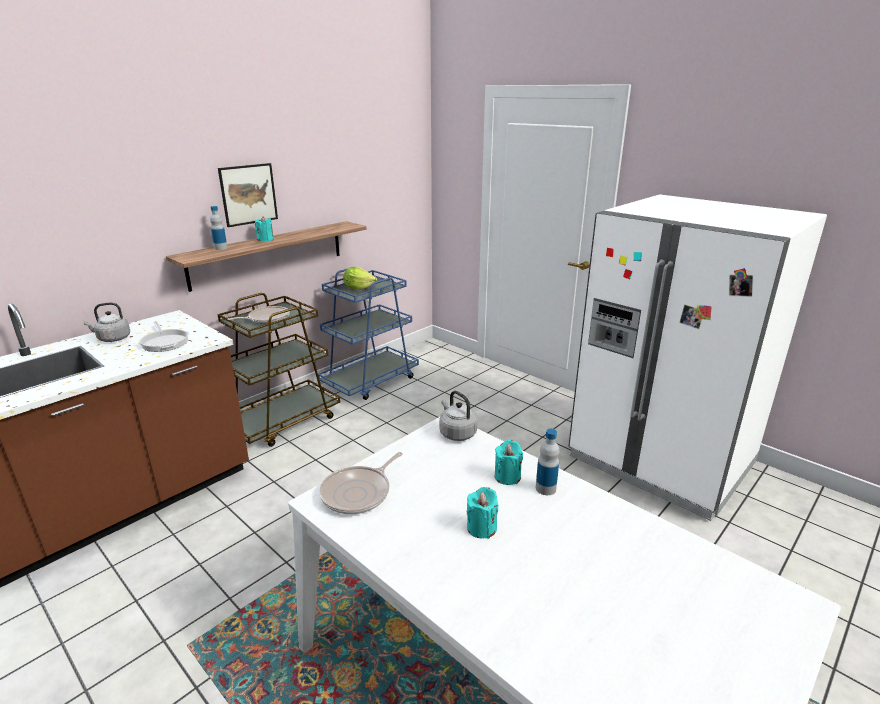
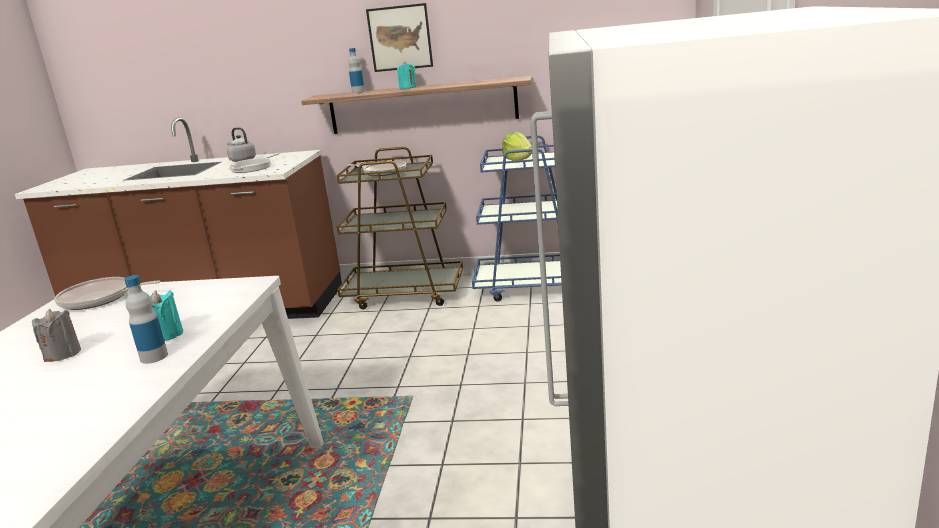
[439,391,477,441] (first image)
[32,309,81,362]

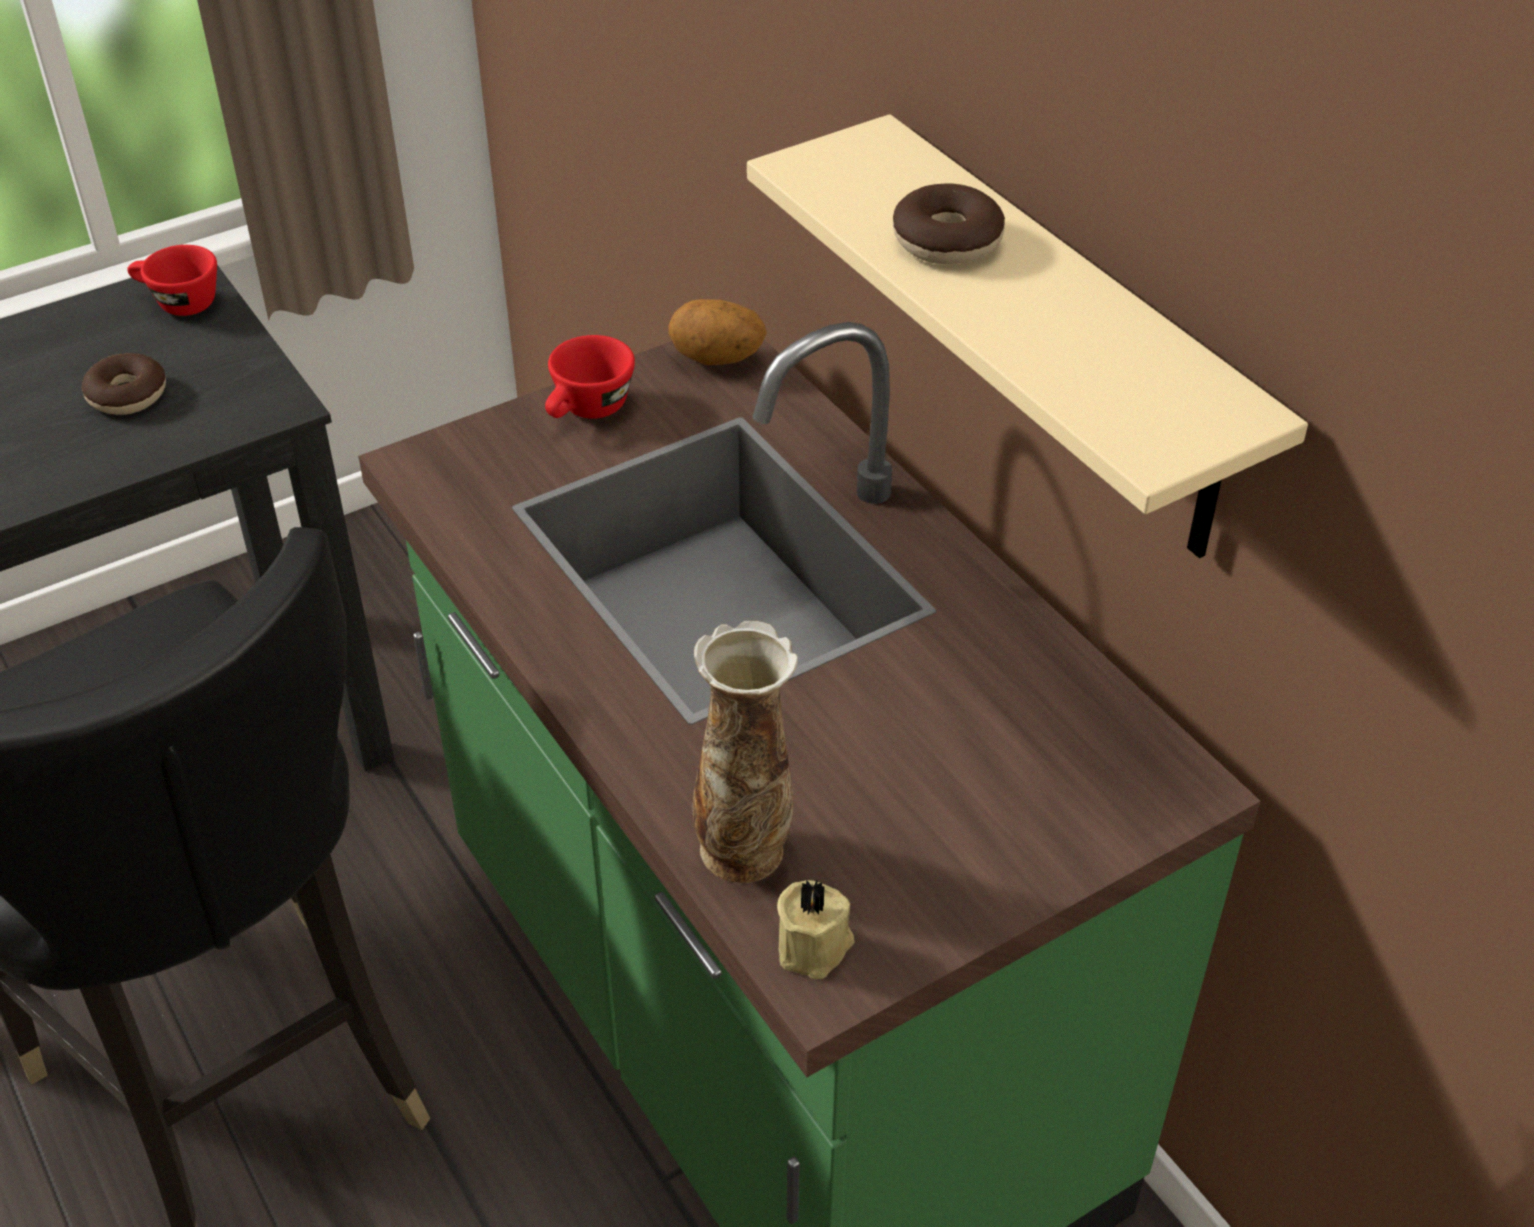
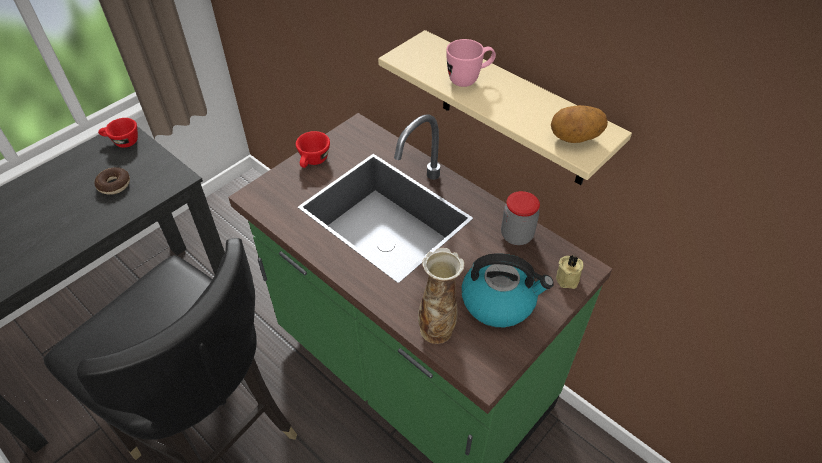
[446,39,496,87]
[551,105,608,143]
[556,255,584,289]
[501,191,540,245]
[462,253,554,327]

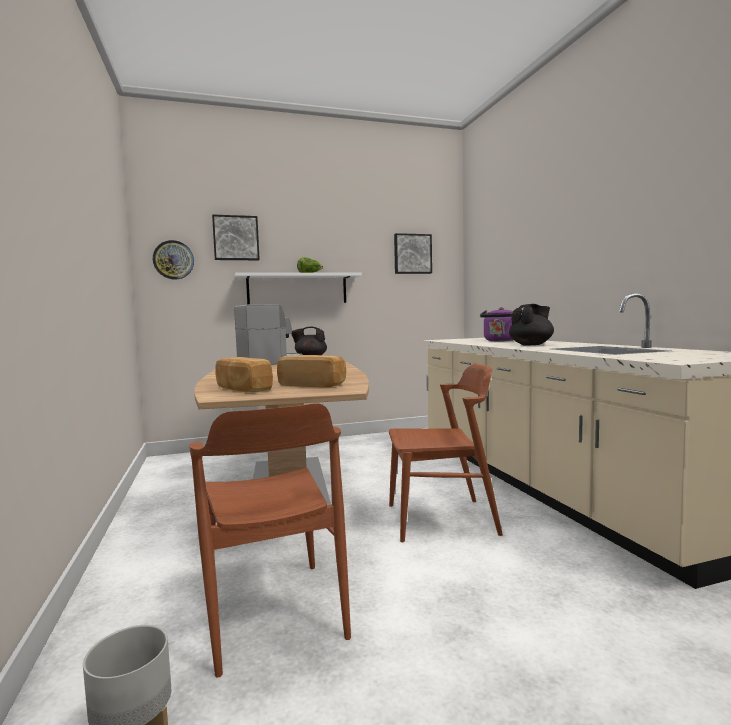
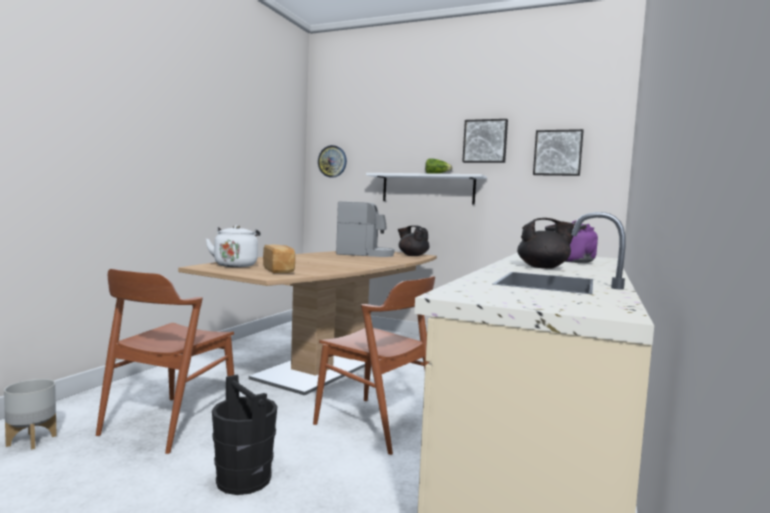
[462,119,508,163]
[206,225,261,267]
[212,374,278,495]

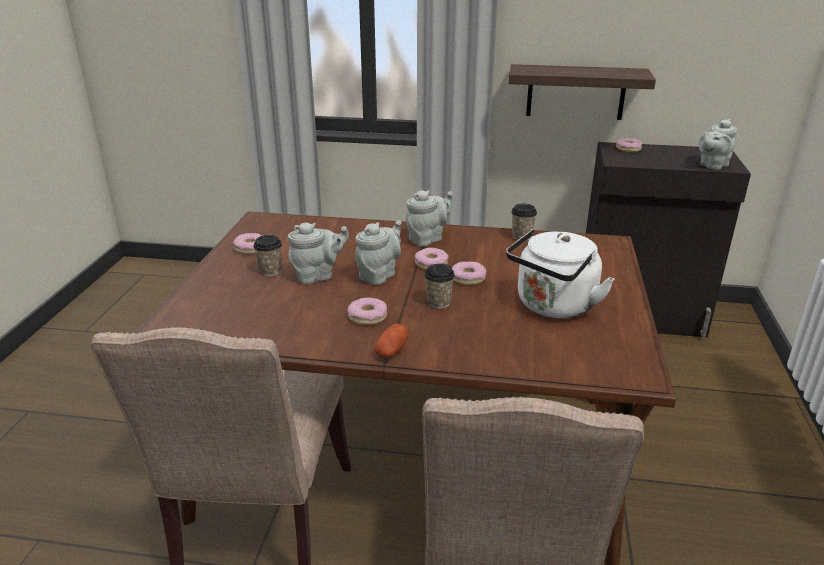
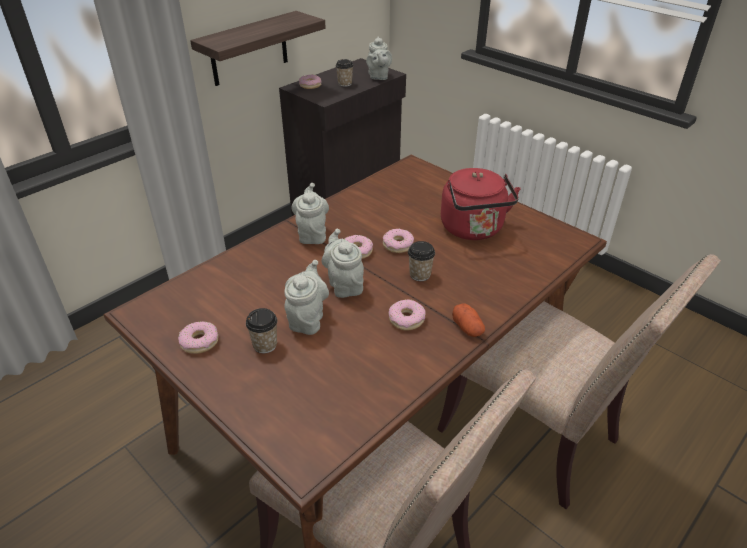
[336,59,354,87]
[441,168,521,240]

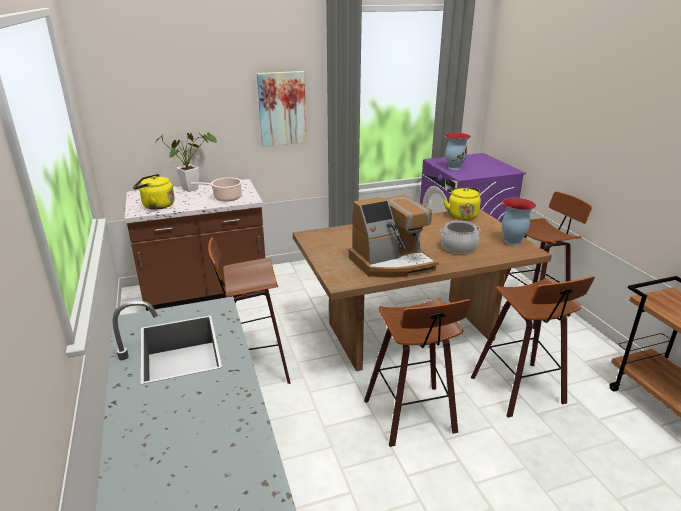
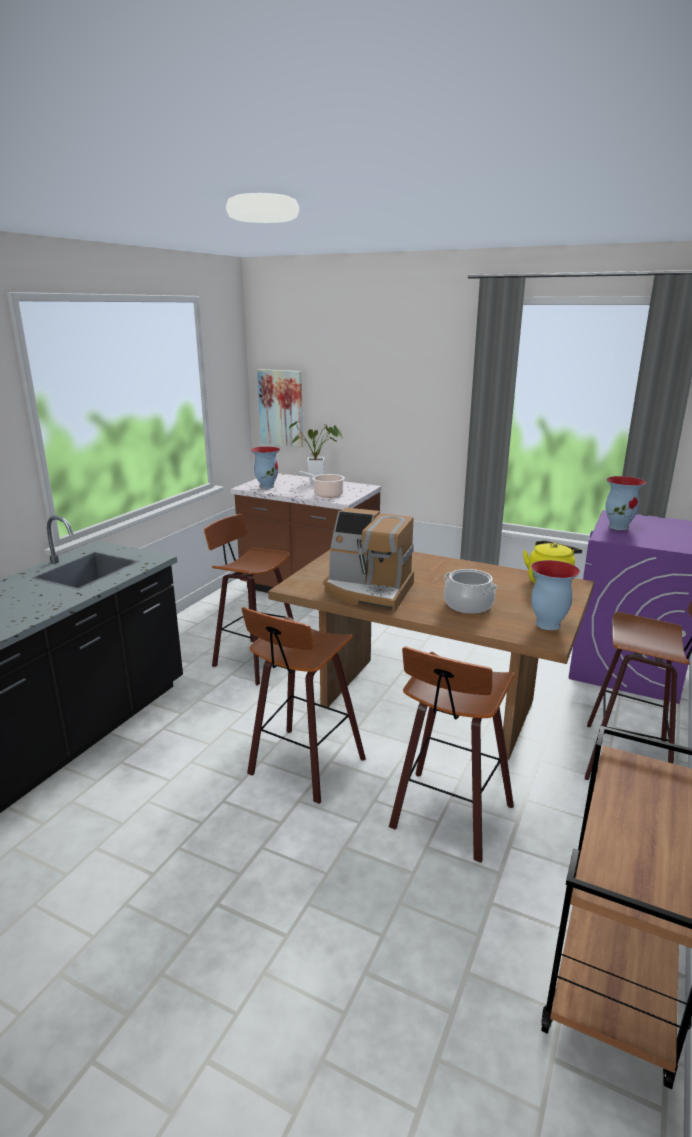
[257,369,303,448]
[251,447,280,489]

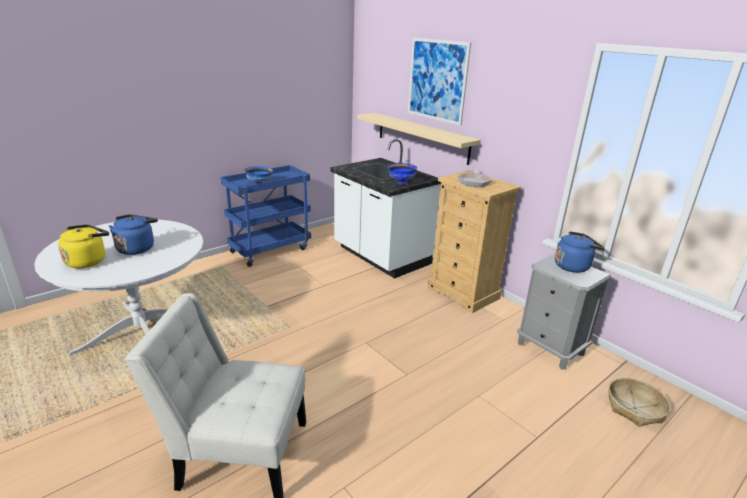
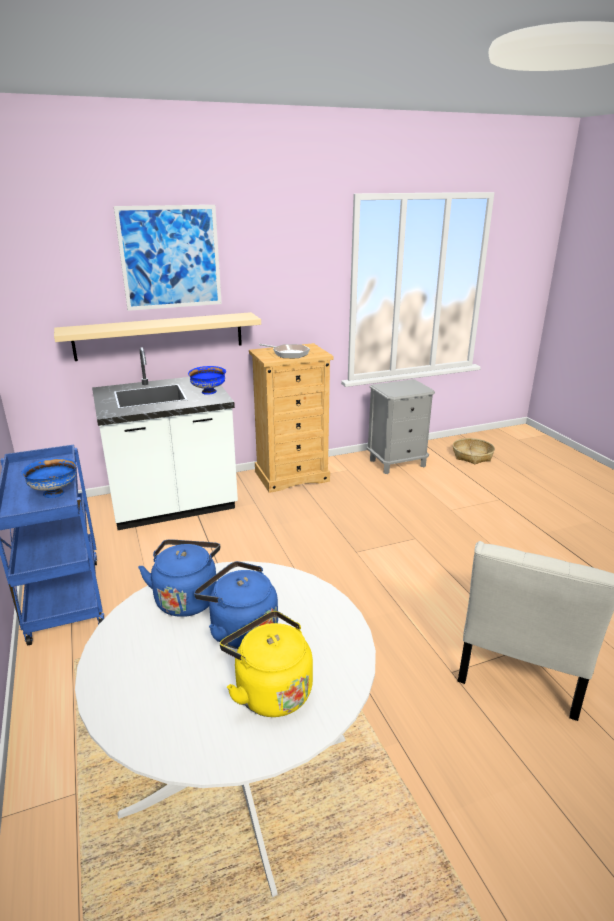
[138,539,220,617]

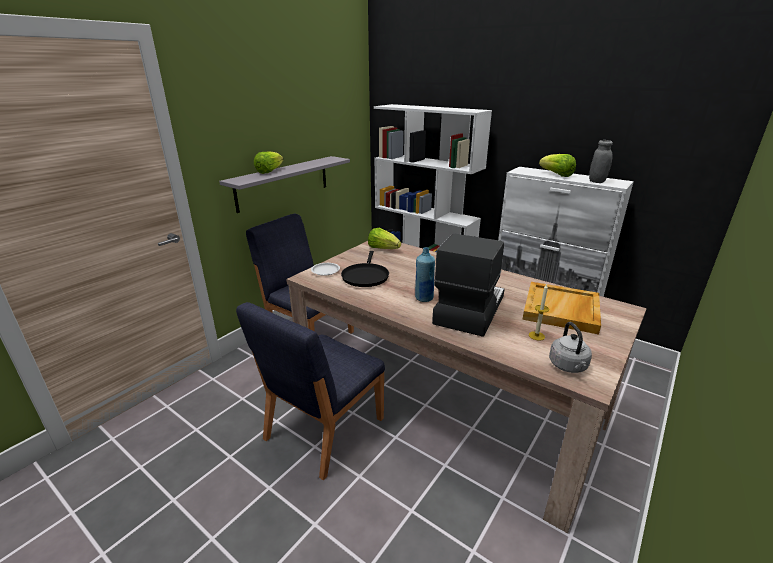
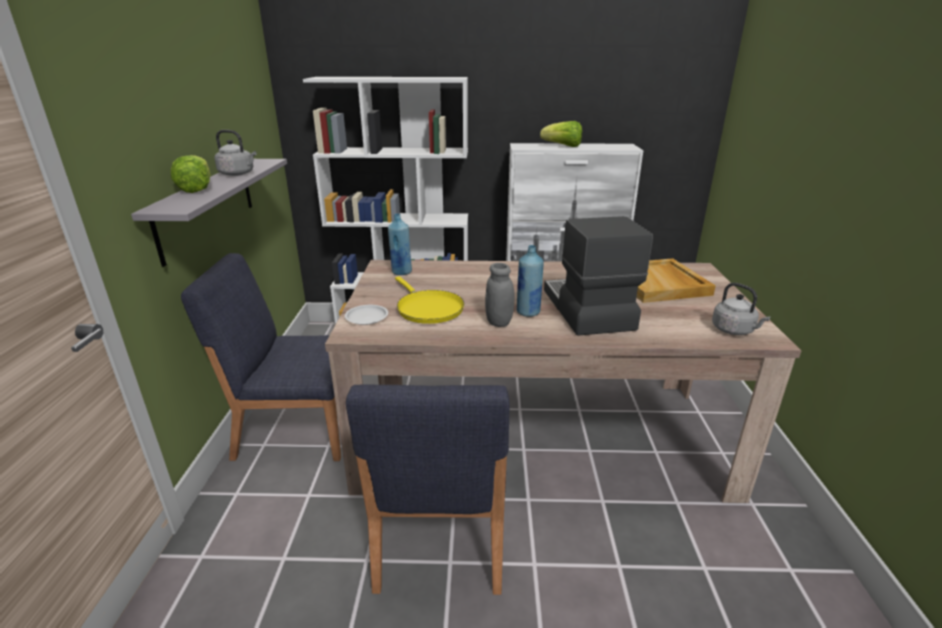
[485,263,515,327]
[388,214,412,275]
[395,276,464,324]
[529,284,549,341] (first image)
[214,130,256,176]

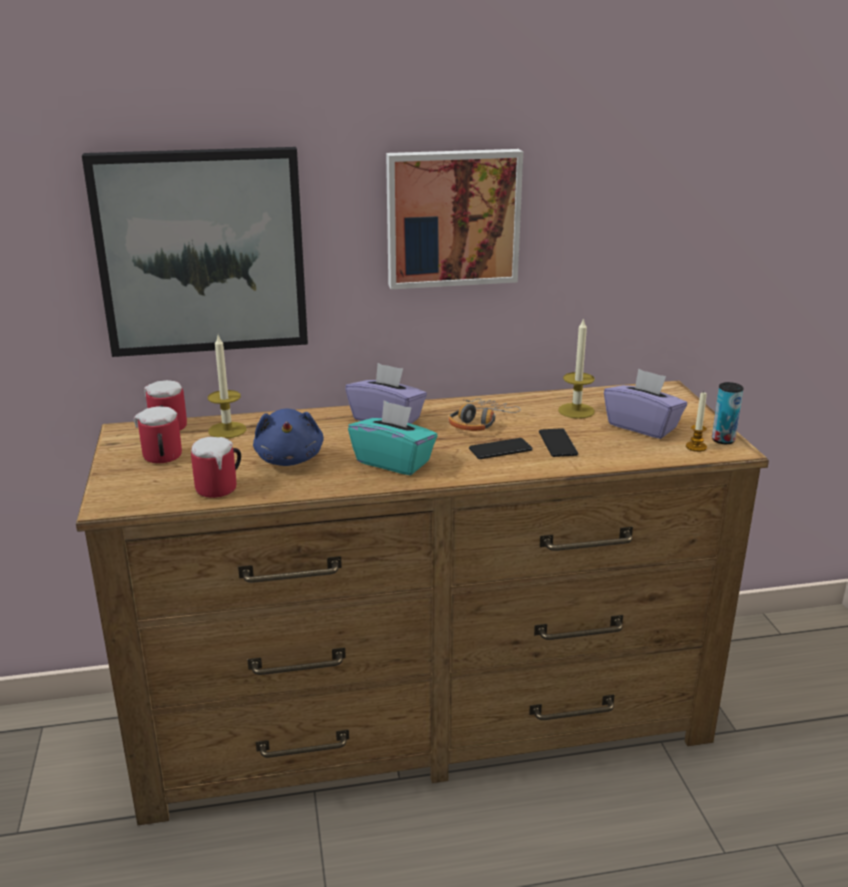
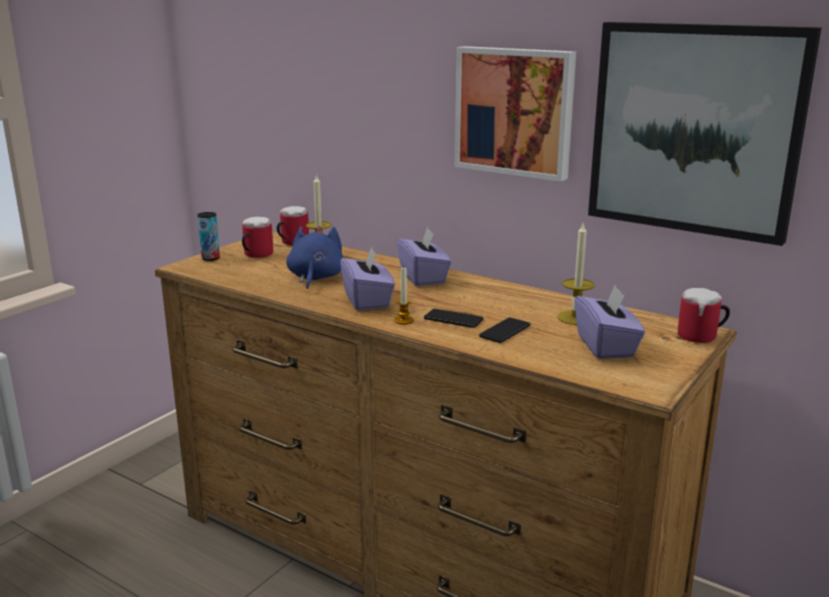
[588,22,822,246]
[197,212,220,261]
[394,267,414,325]
[448,398,521,431] (first image)
[340,246,395,311]
[286,226,343,289]
[678,288,730,343]

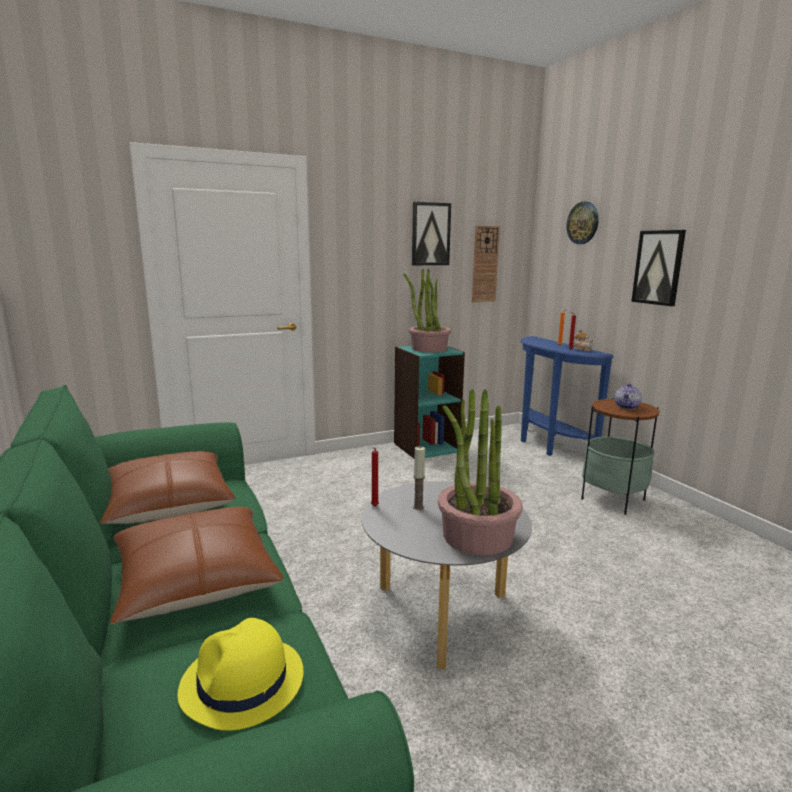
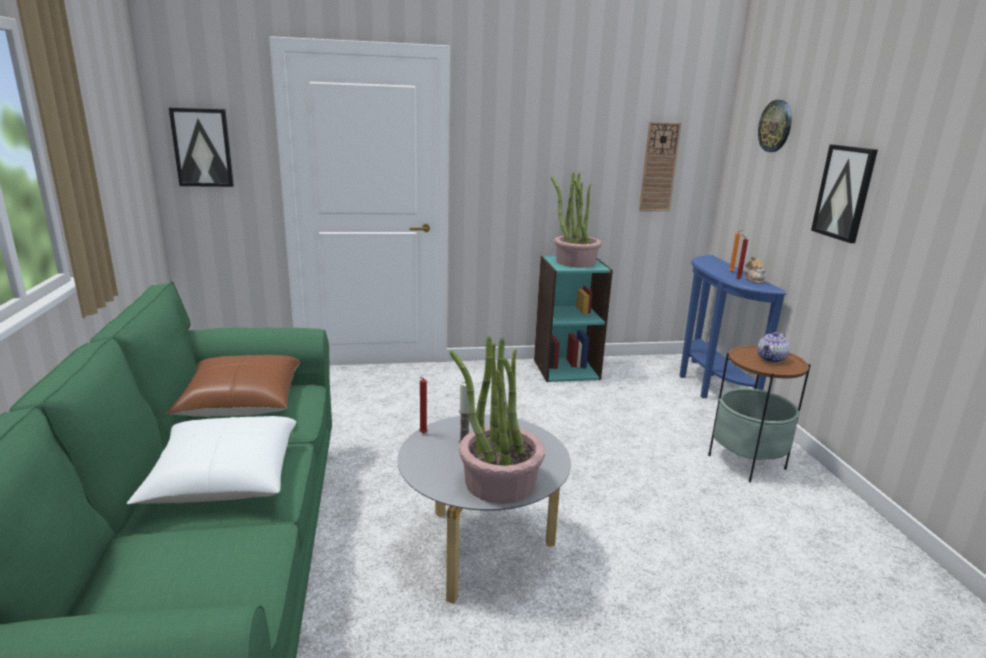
[169,108,234,187]
[127,416,296,504]
[178,618,304,731] (first image)

